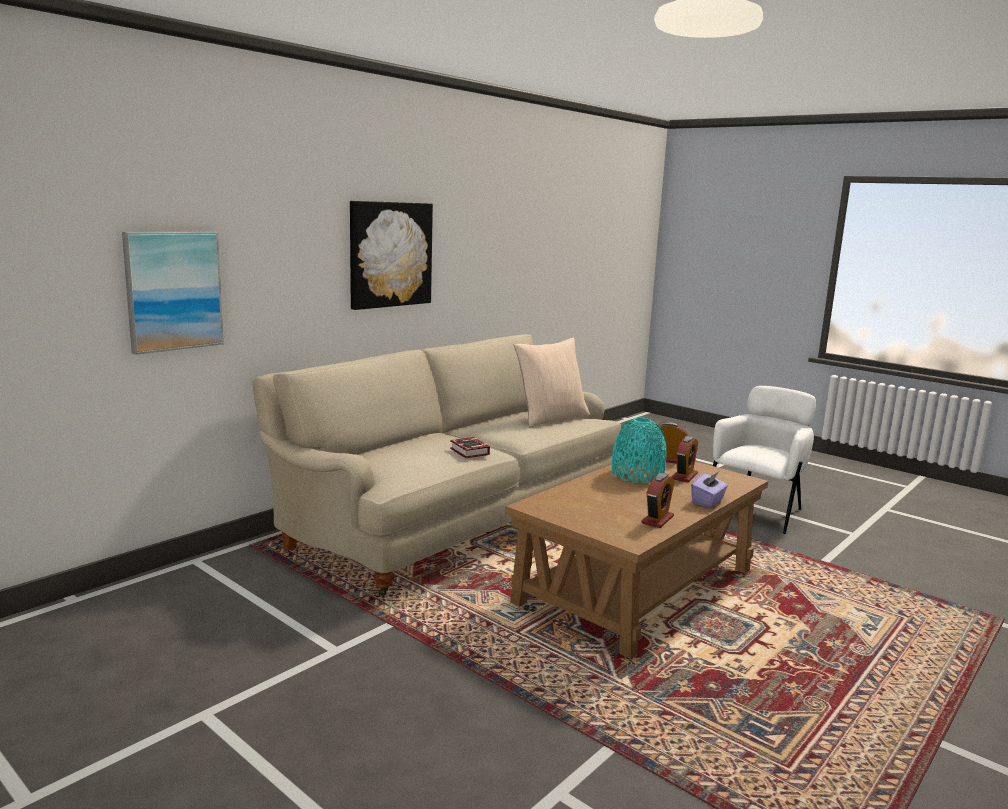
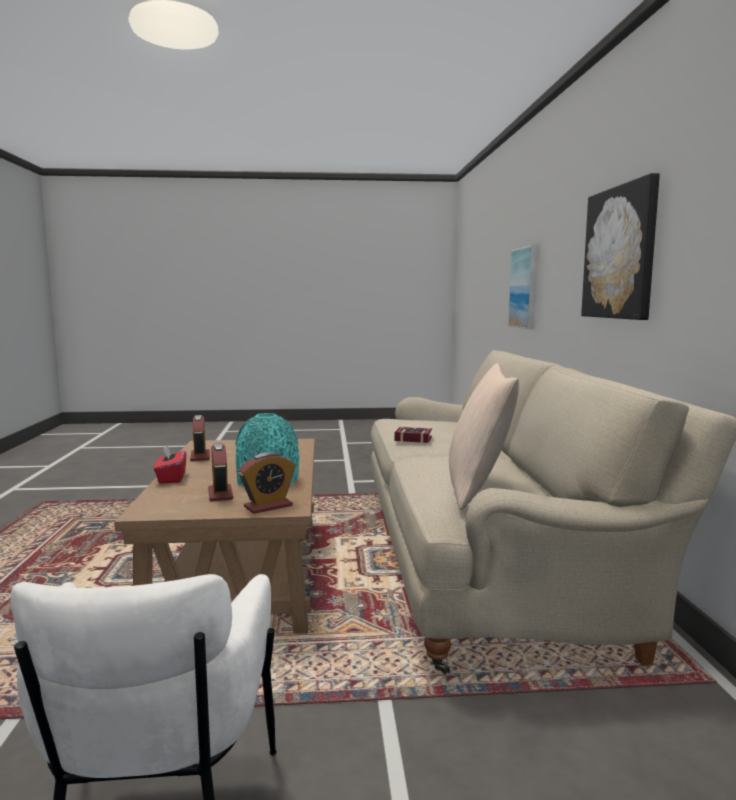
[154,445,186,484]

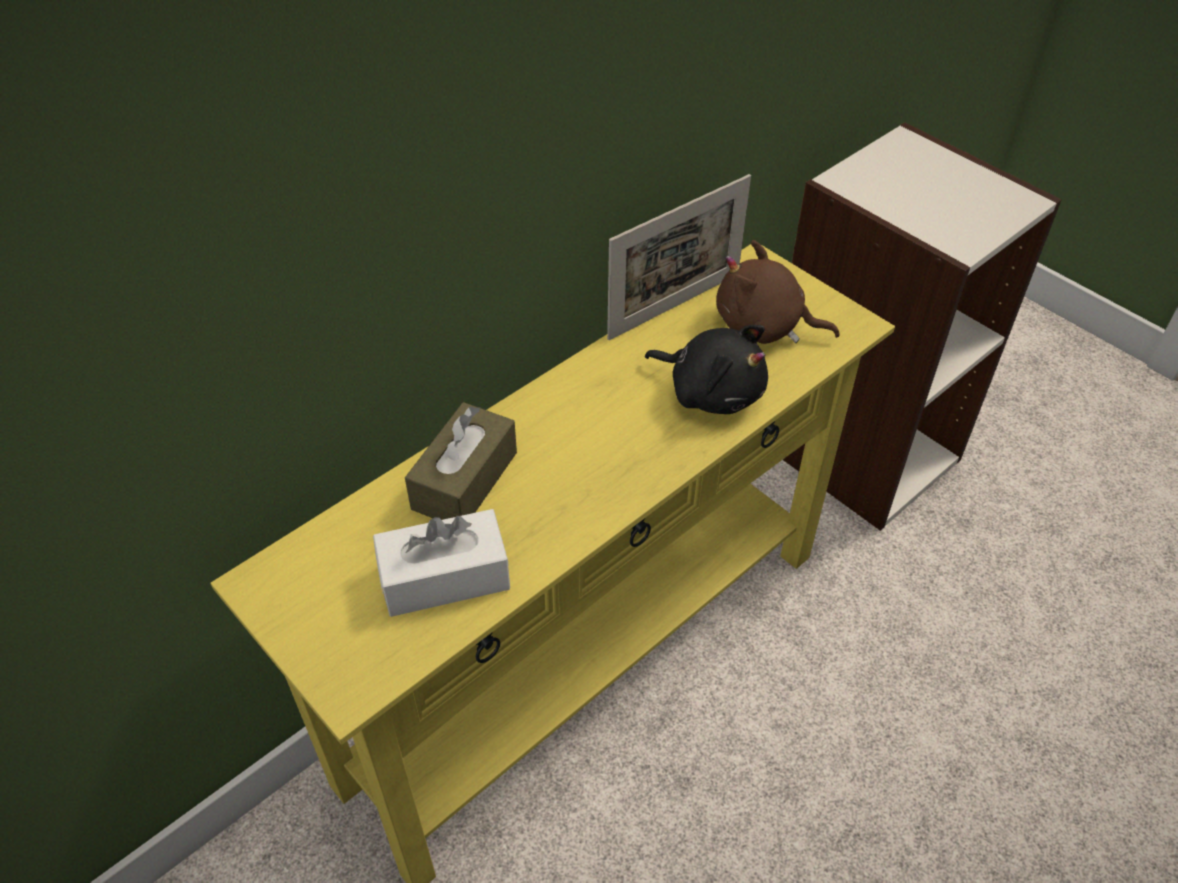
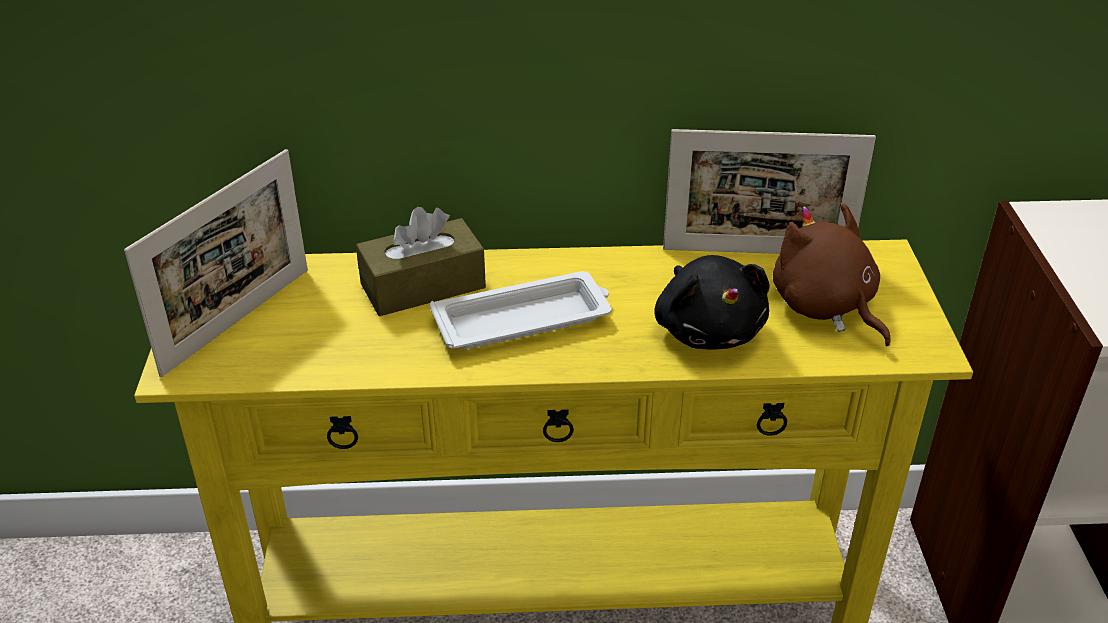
[373,509,510,617] (first image)
[124,149,308,377]
[430,271,612,349]

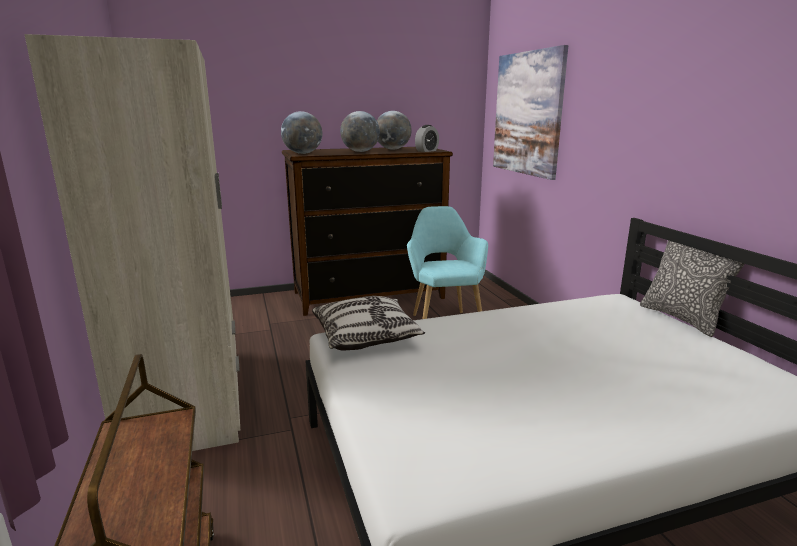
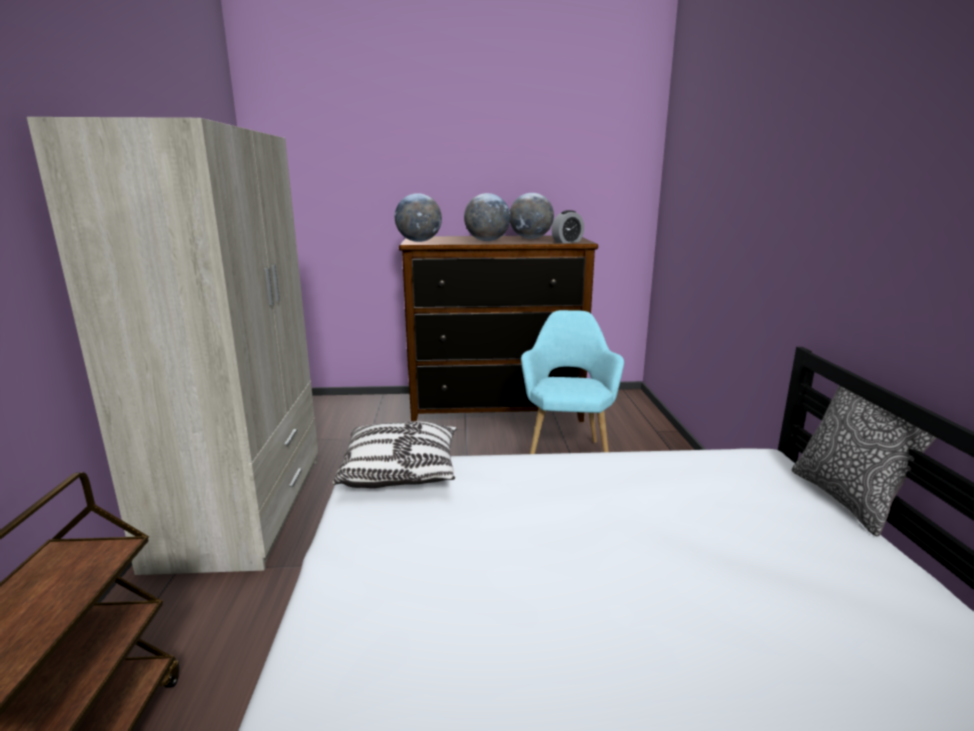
[493,45,568,180] (first image)

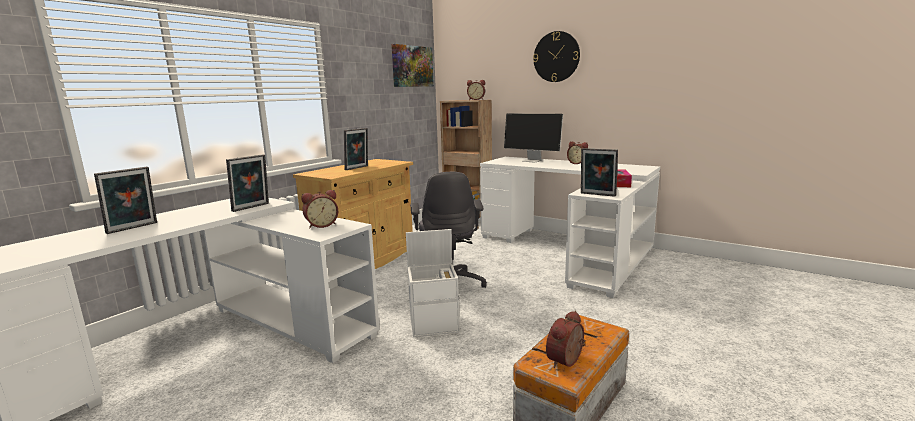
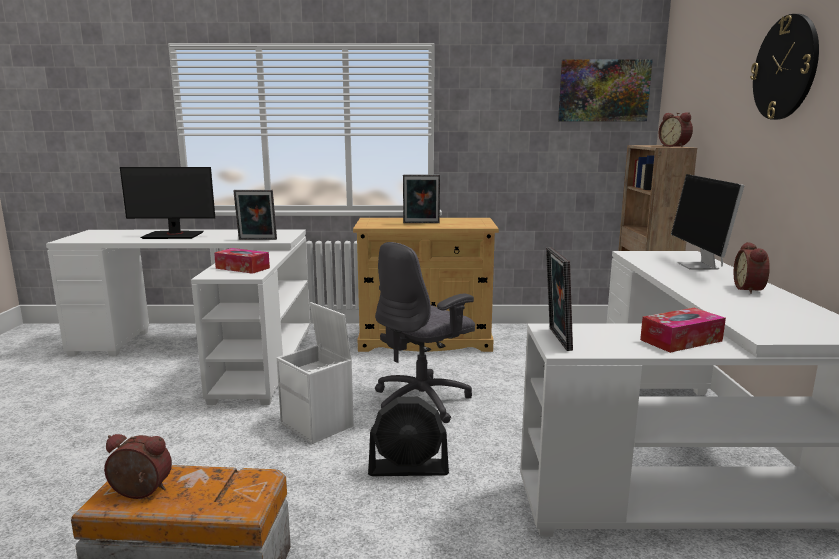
[120,167,215,239]
[214,248,270,274]
[368,397,449,476]

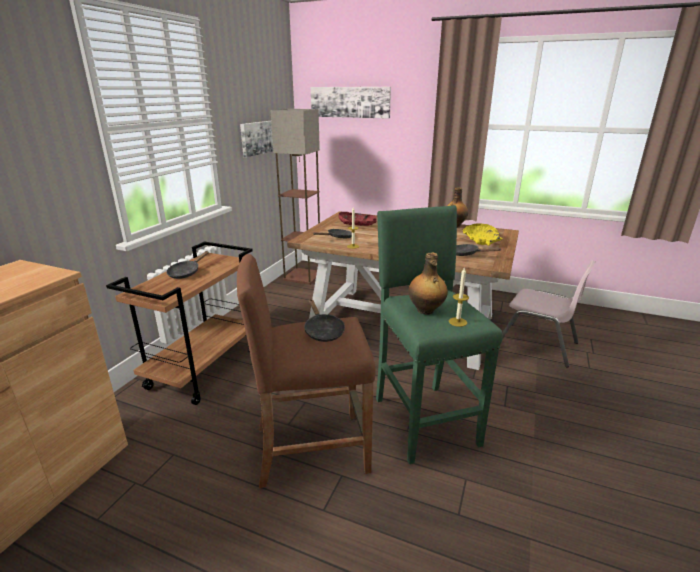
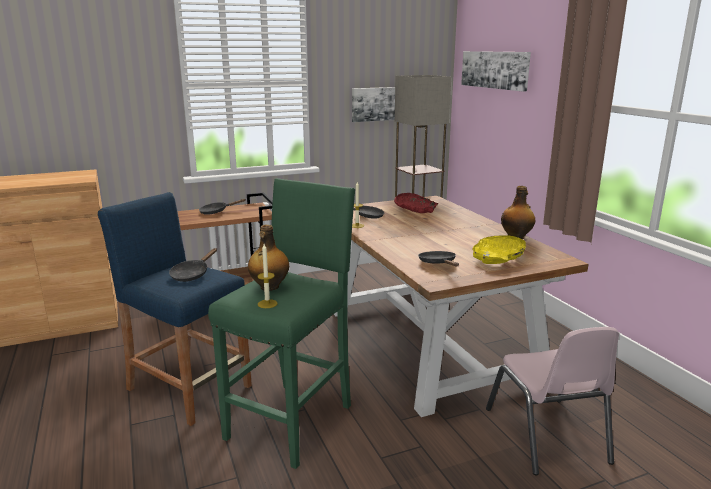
[98,192,252,426]

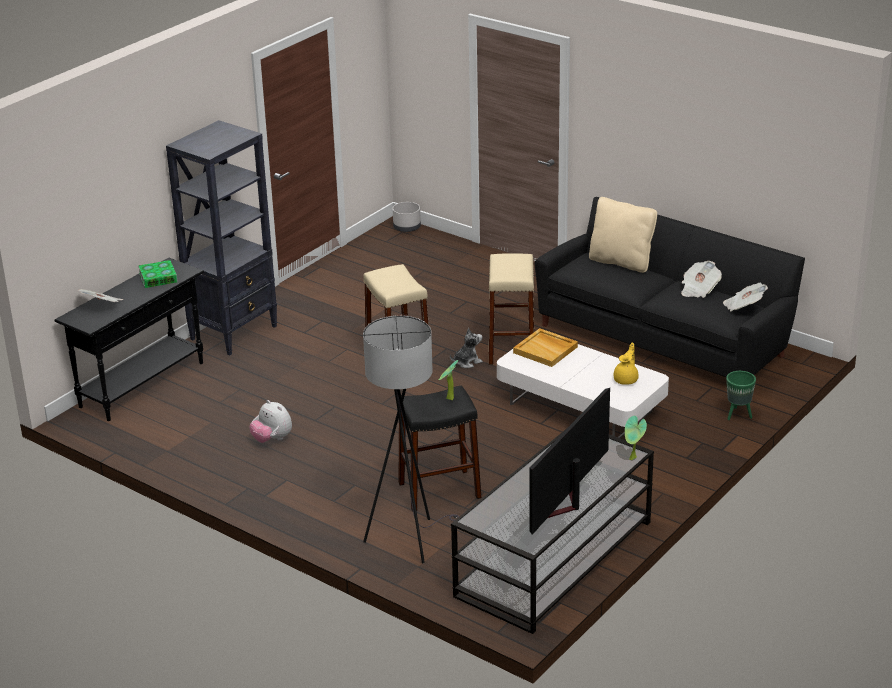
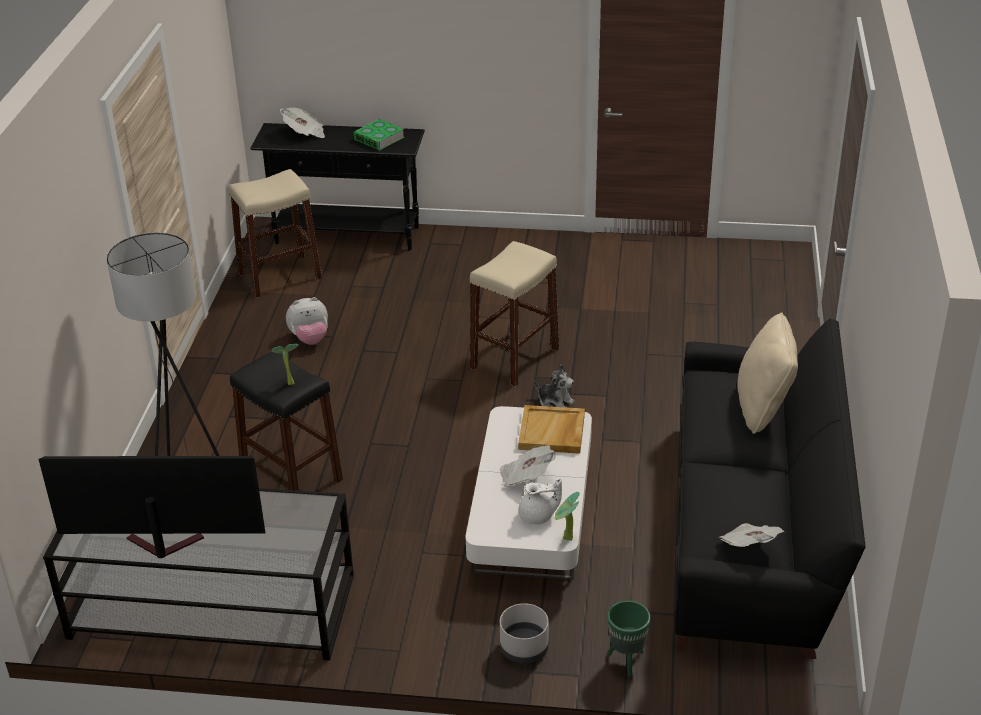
[166,120,277,355] (first image)
[500,603,549,663]
[228,169,322,298]
[500,445,555,487]
[519,479,562,524]
[286,297,328,345]
[554,492,580,541]

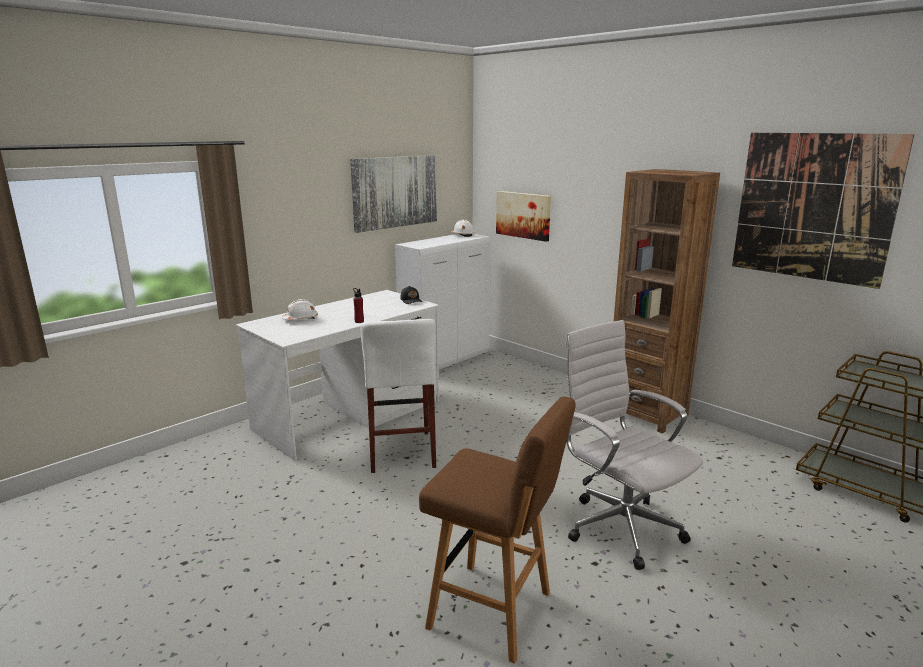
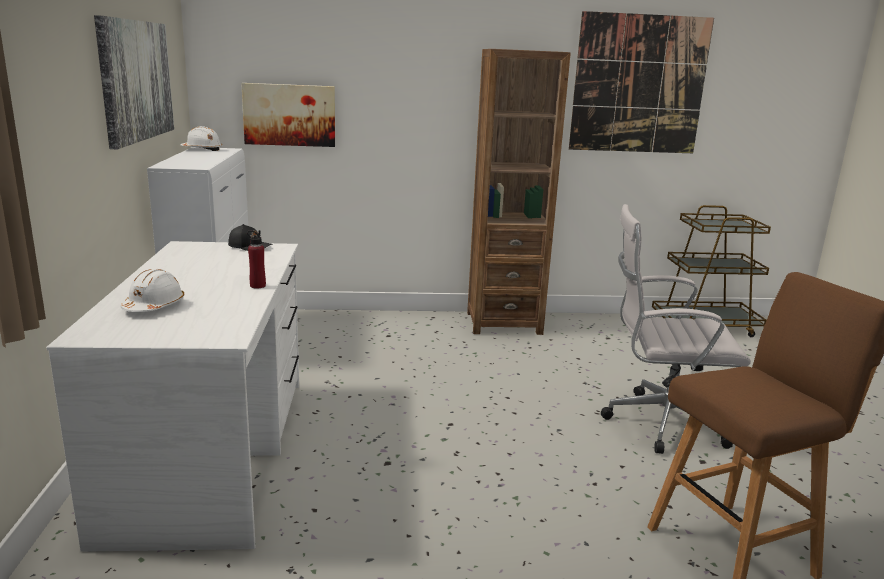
[360,319,436,473] (first image)

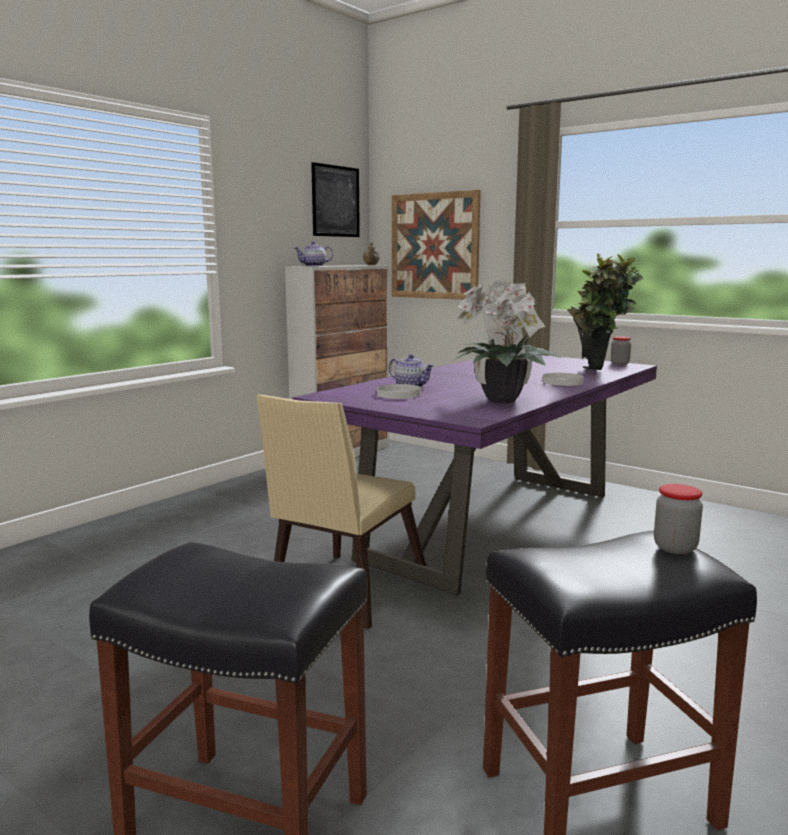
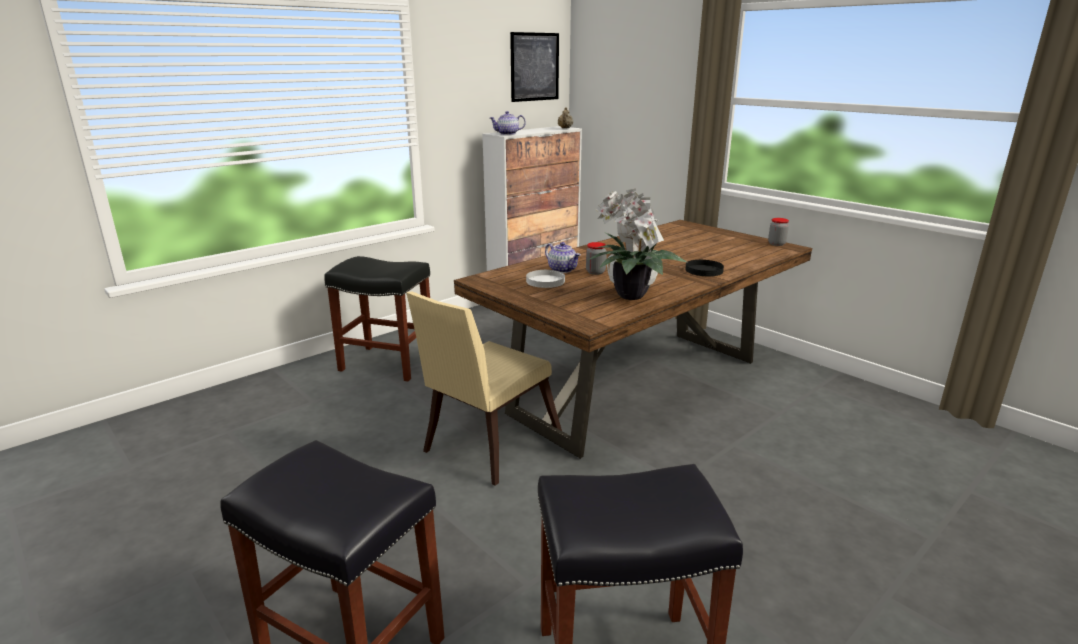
[392,190,481,300] (first image)
[567,253,643,370] (first image)
[454,220,812,459]
[685,260,724,276]
[586,242,607,275]
[324,256,430,381]

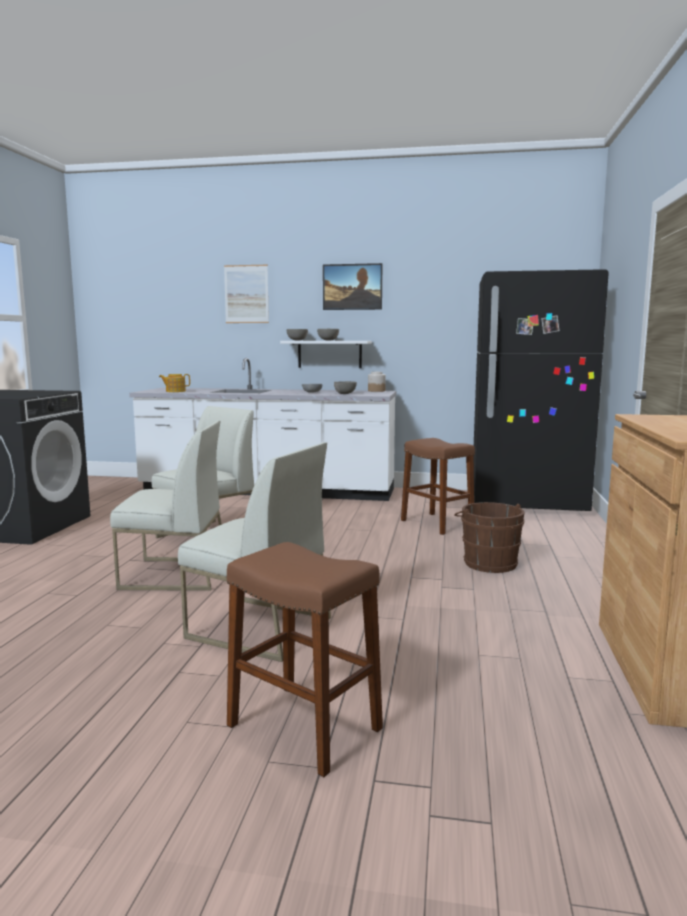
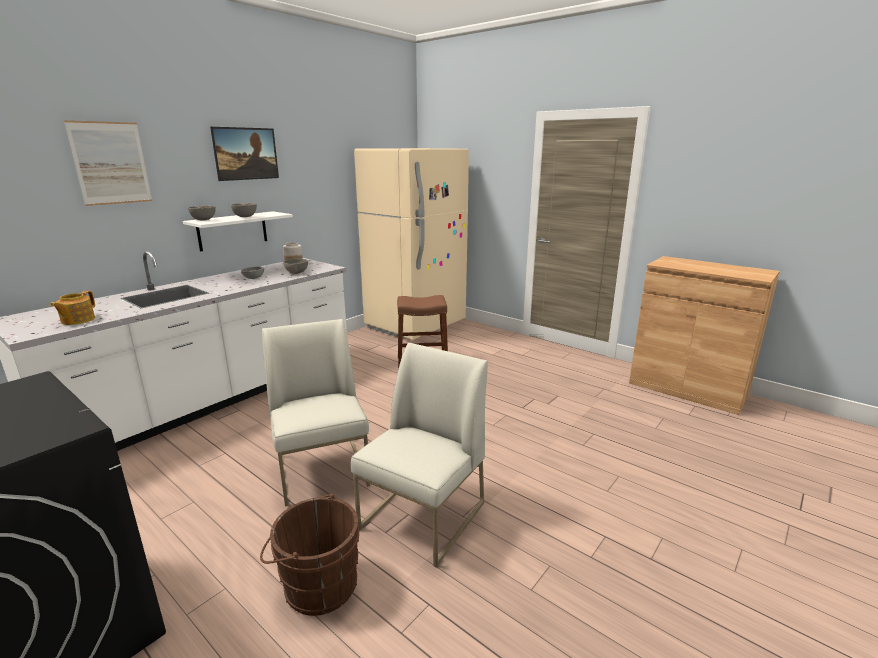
[354,148,469,340]
[178,442,331,662] (first image)
[260,494,359,616]
[227,542,383,777] (first image)

